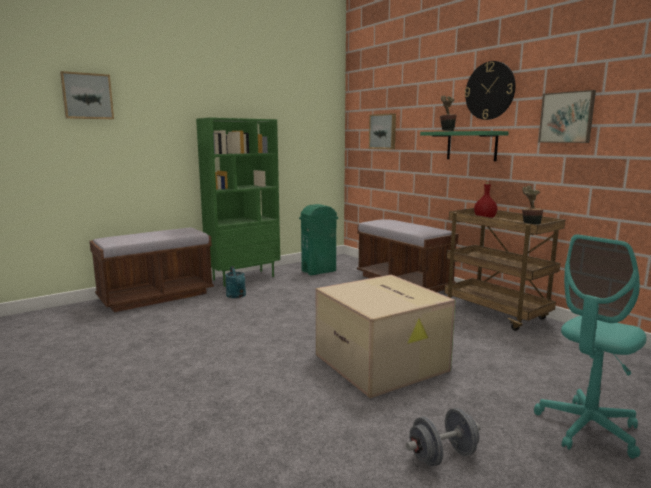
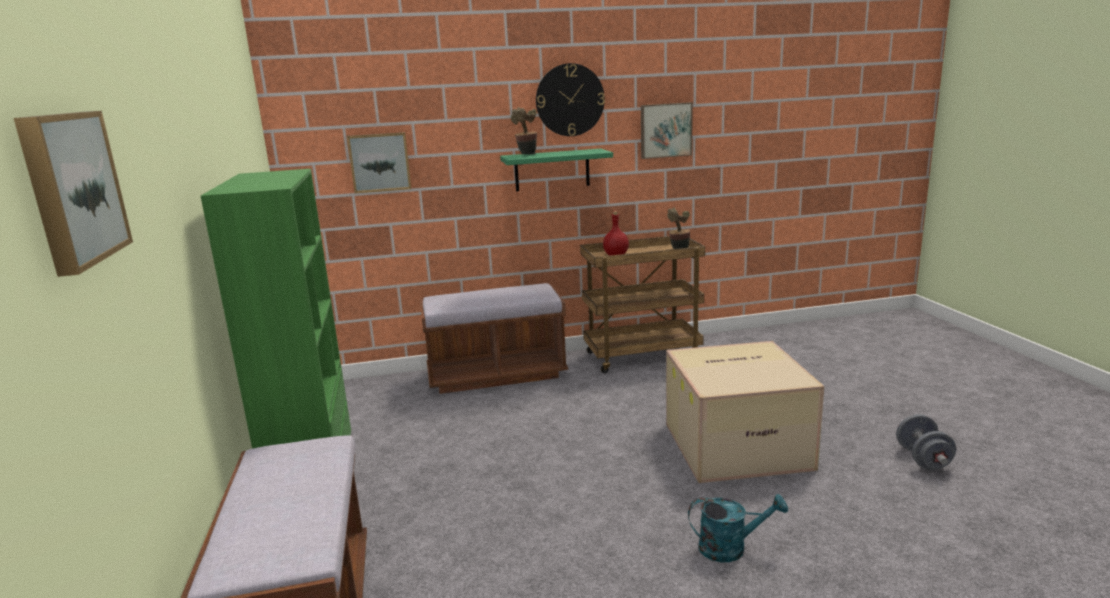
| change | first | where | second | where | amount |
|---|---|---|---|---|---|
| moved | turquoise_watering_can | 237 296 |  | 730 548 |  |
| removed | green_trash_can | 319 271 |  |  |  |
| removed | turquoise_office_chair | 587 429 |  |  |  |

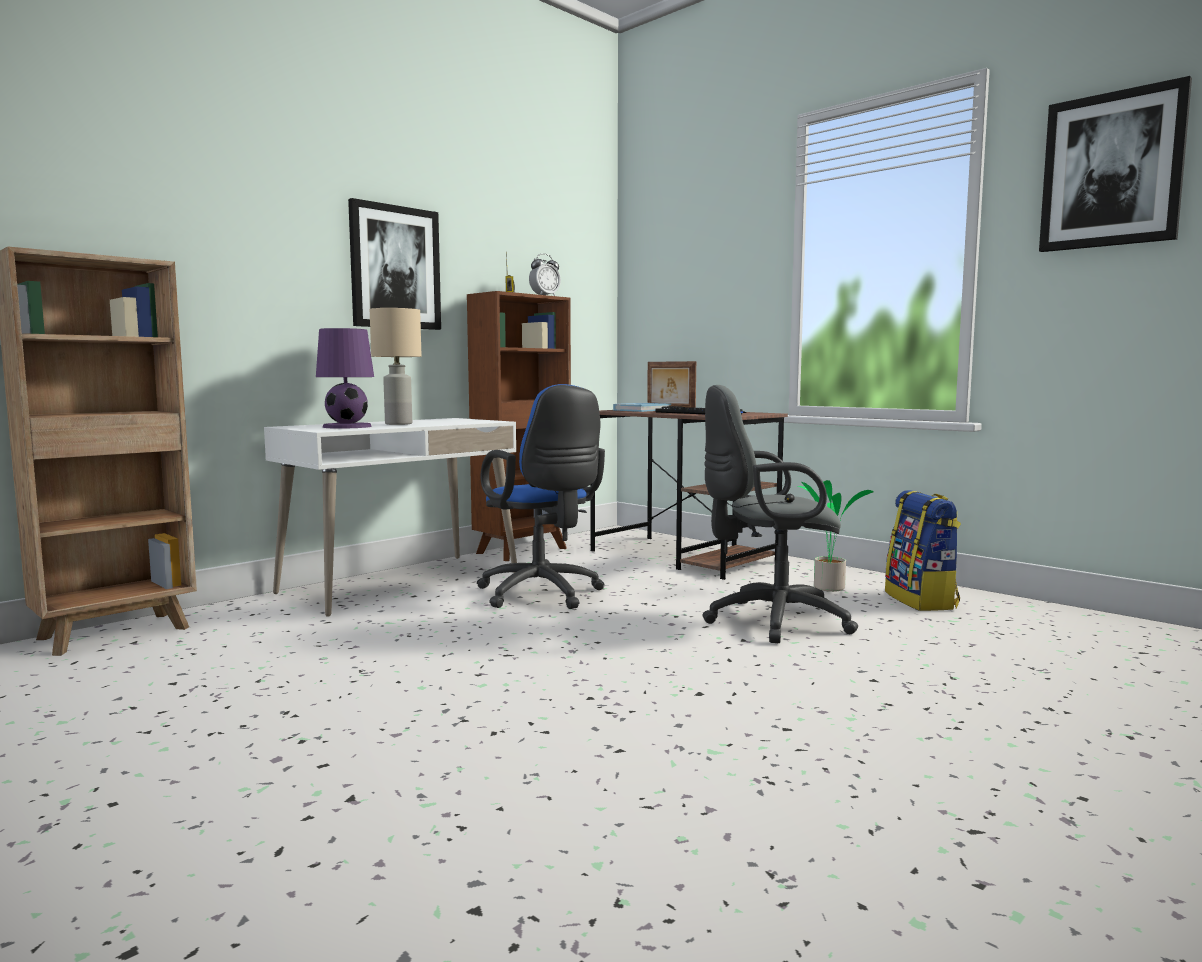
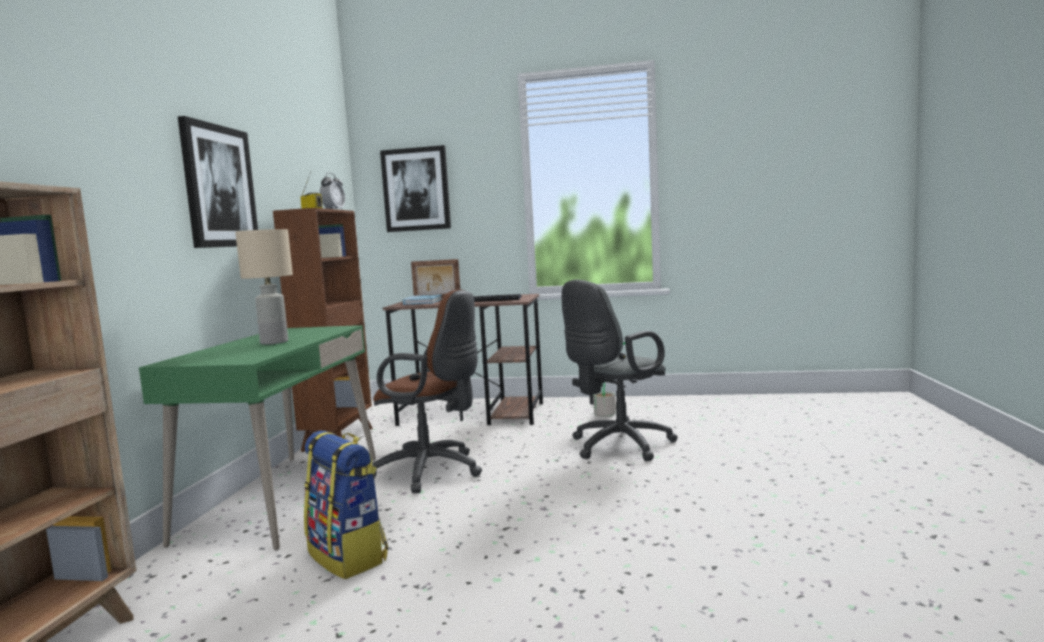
| change | first | where | second | where | amount |
|---|---|---|---|---|---|
| recoloured | white_desk | 401 583 | green_desk | 284 497 |  |
| removed | purple_table_lamp | 346 426 |  |  |  |
| recoloured | blue_office_chair | 543 595 | brown_office_chair | 433 472 |  |
| moved | backpack | 922 601 |  | 349 556 |  |
| moved | picture | 1112 170 |  | 416 189 |  |

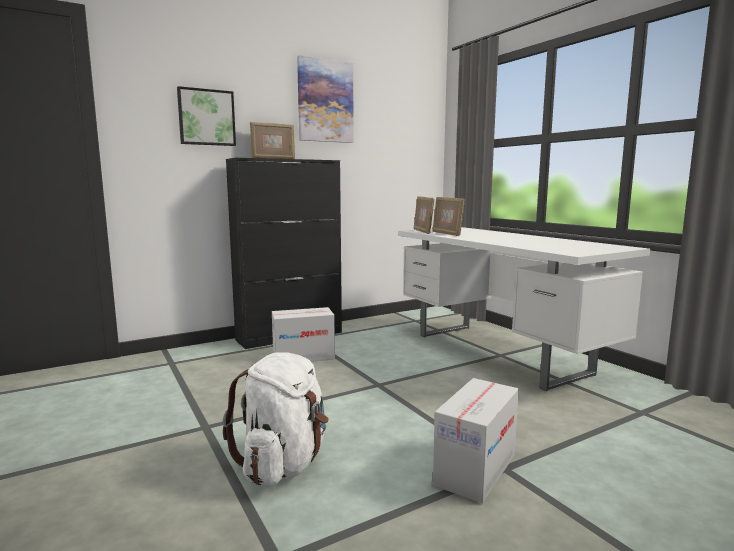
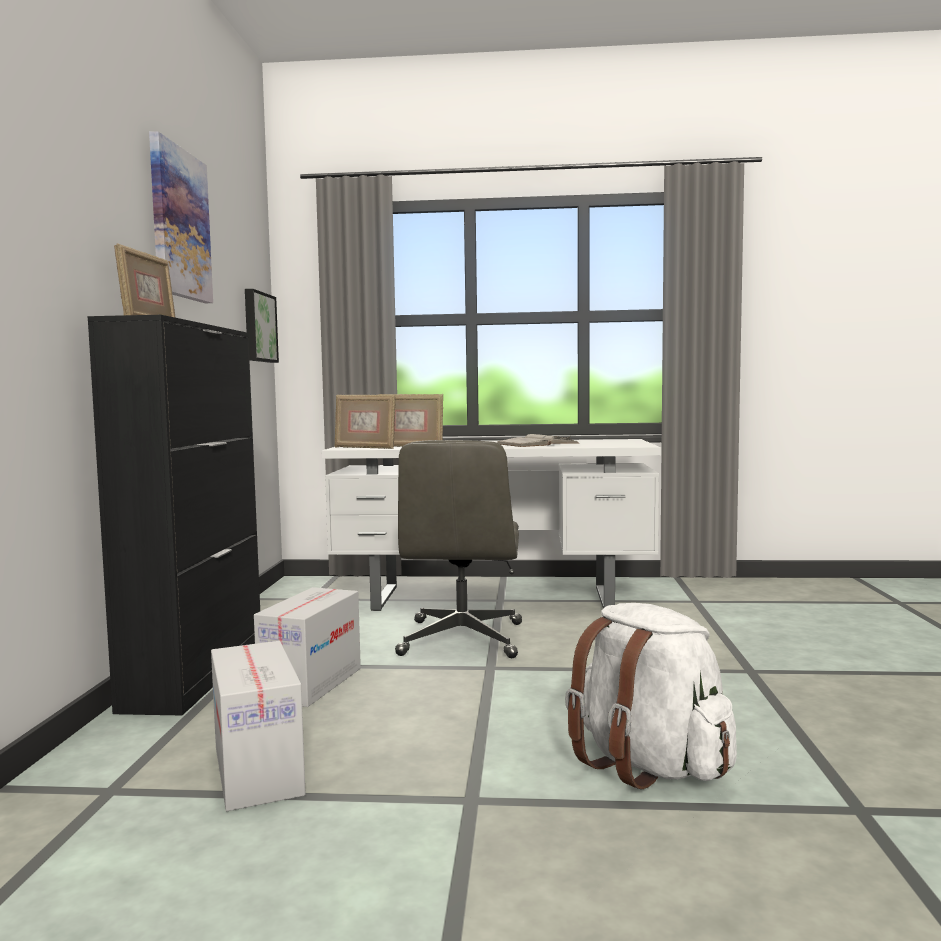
| change | first | where | second | where | amount |
|---|---|---|---|---|---|
| moved | picture | 206 117 |  | 258 327 |  |
| moved | cardboard_box | 475 469 |  | 258 770 |  |
| added |  |  | grey_office_chair | 462 640 |  |
| added |  |  | white_book | 537 444 |  |

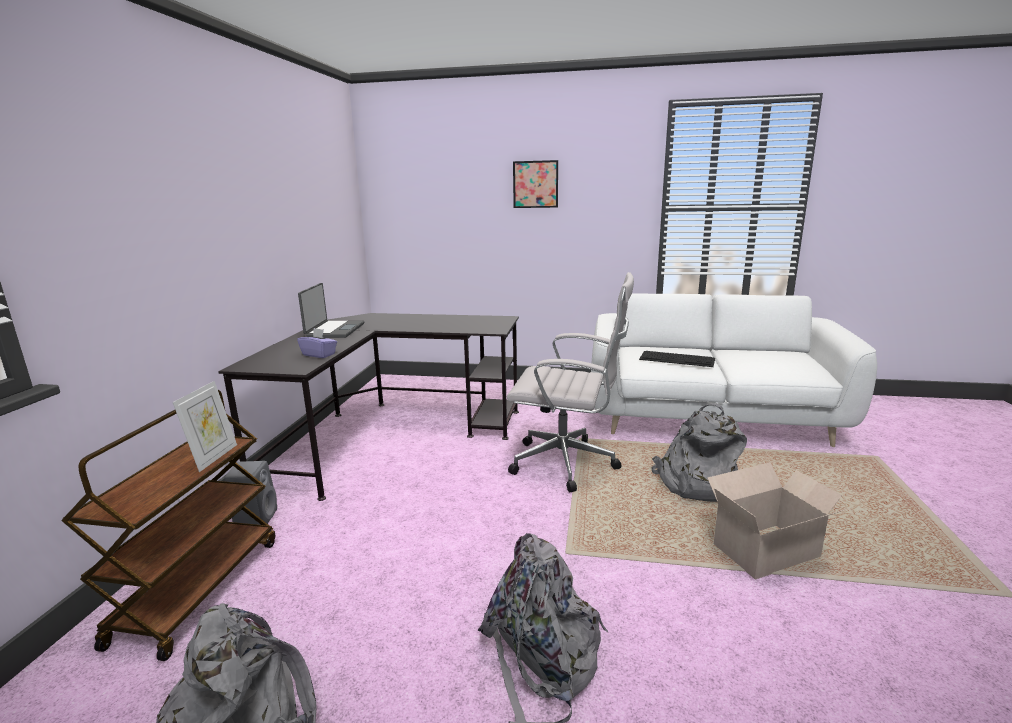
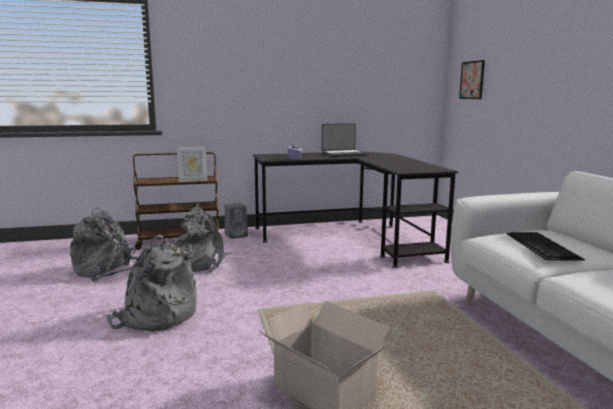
| change | first | where | second | where | amount |
|---|---|---|---|---|---|
| removed | white_office_chair | 568 464 |  |  |  |
| moved | picture | 535 184 |  | 472 80 |  |
| moved | grey_backpack | 695 483 |  | 201 263 |  |

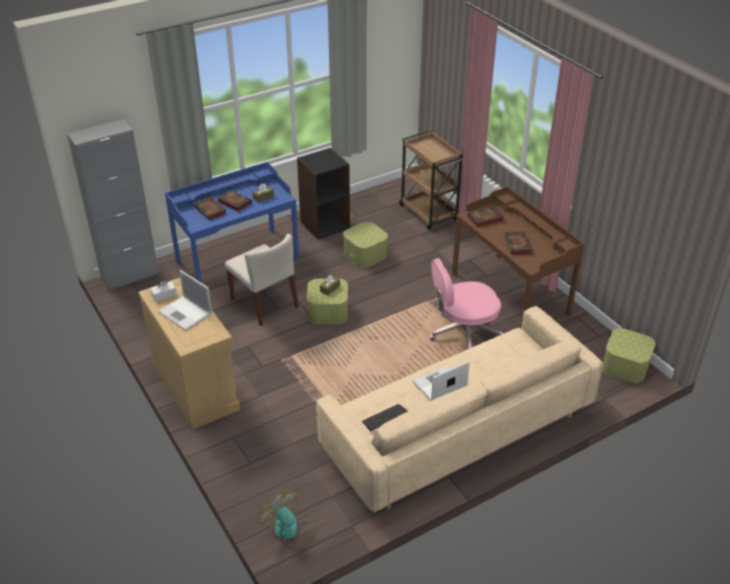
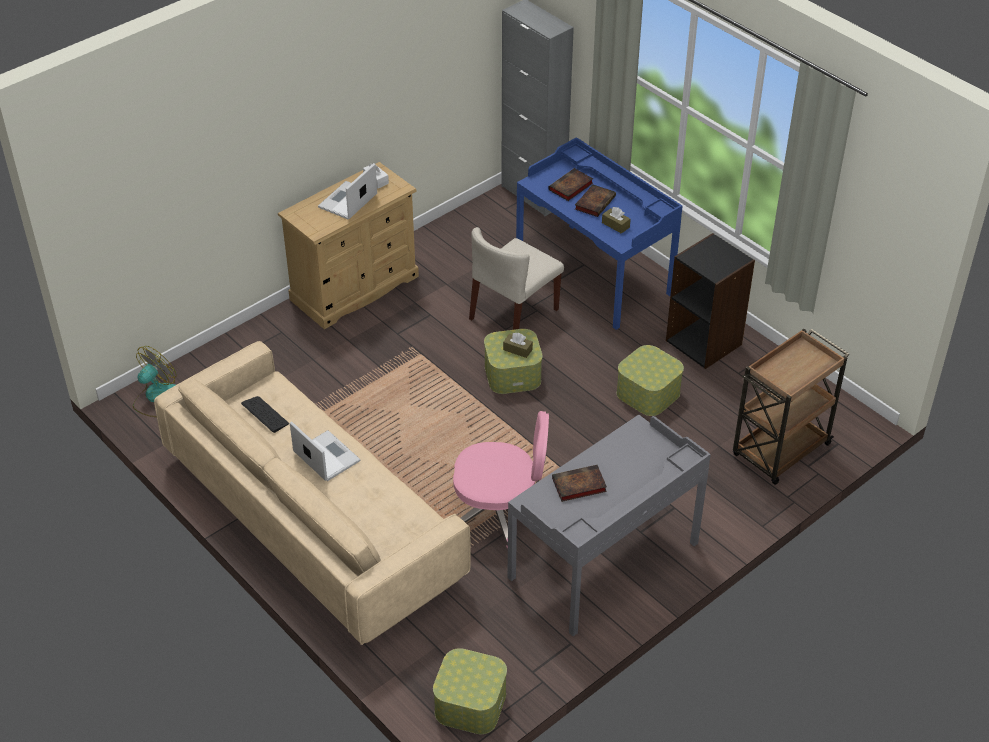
| change | first | where | second | where | amount |
|---|---|---|---|---|---|
| turned | pink_office_chair | 463 333 |  | 500 513 | 120 degrees clockwise |
| recoloured | brown_desk | 510 293 | grey_desk | 604 561 |  |
| removed | book | 485 219 |  |  |  |

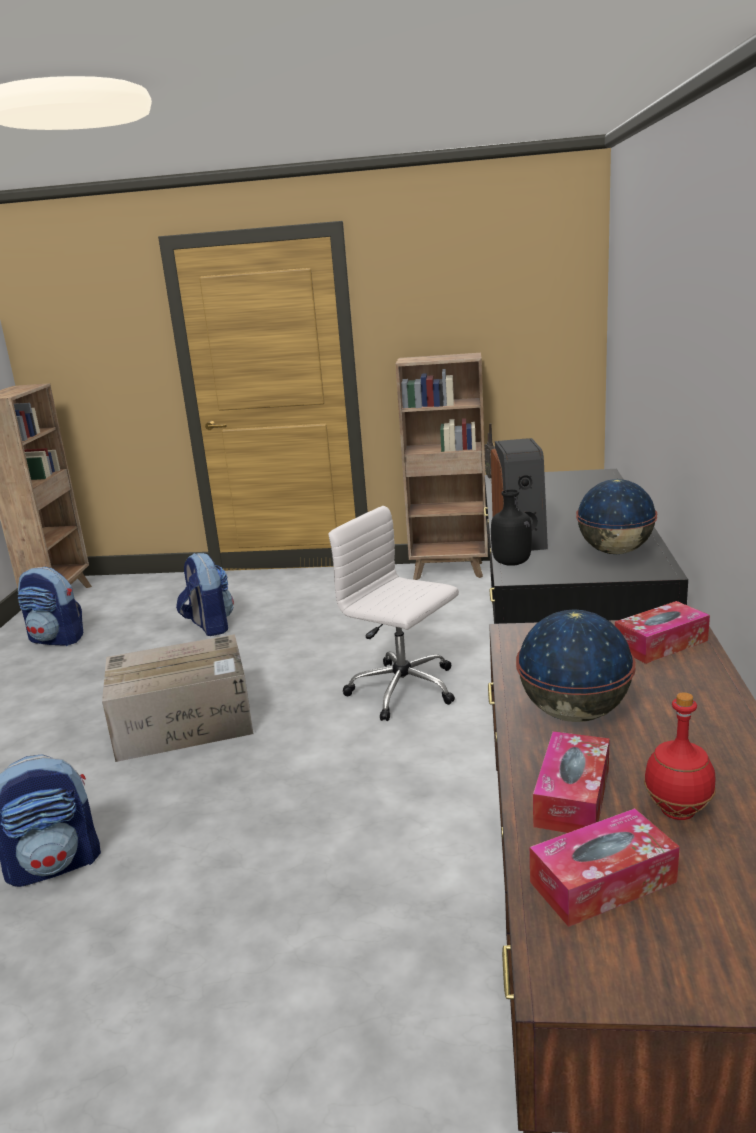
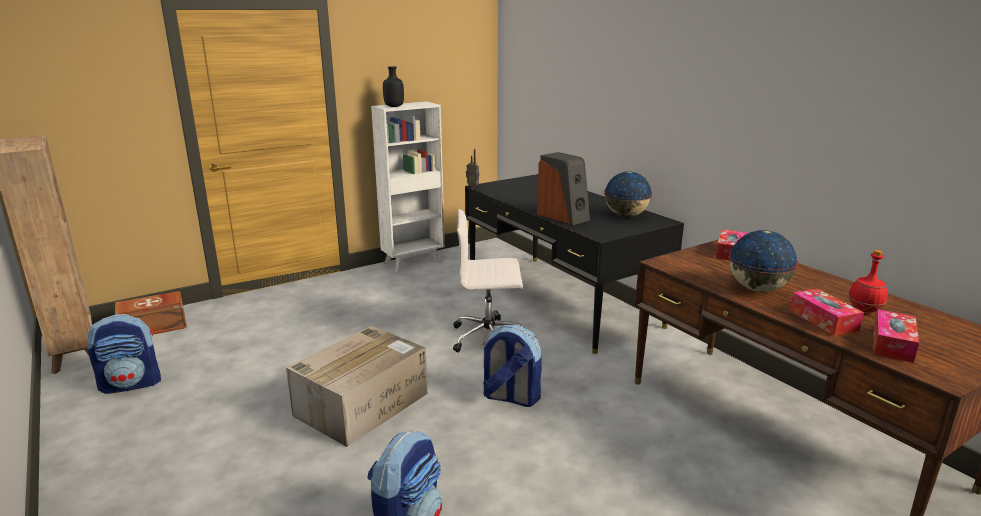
| change | first | where | second | where | amount |
|---|---|---|---|---|---|
| moved | backpack | 209 626 |  | 510 397 |  |
| recoloured | brown_bookcase | 450 571 | white_bookcase | 414 262 |  |
| moved | black_bottle | 512 563 |  | 394 106 |  |
| added |  |  | brown_storage_box | 155 328 |  |

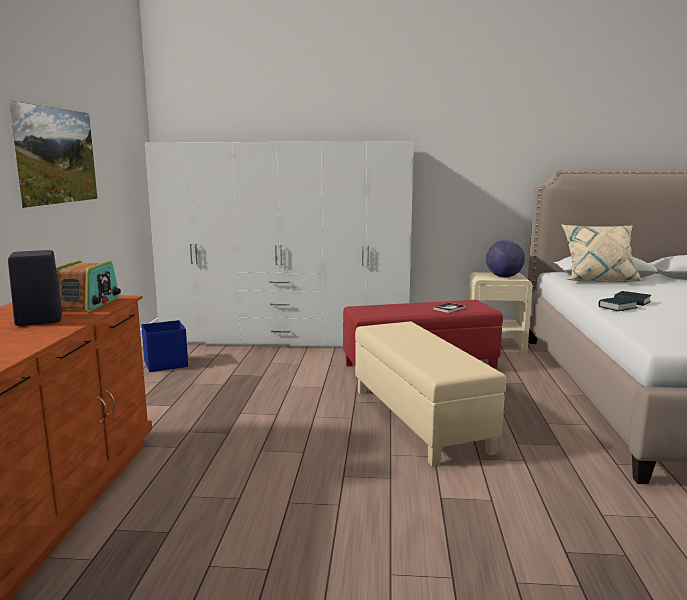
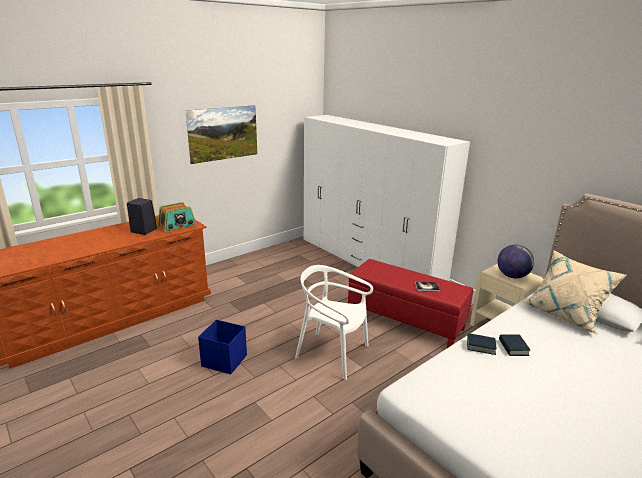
| change | first | where | second | where | amount |
|---|---|---|---|---|---|
| moved | blue_storage_box | 165 364 |  | 224 360 |  |
| replaced | beige_ottoman | 418 419 | white_chair | 332 354 |  |

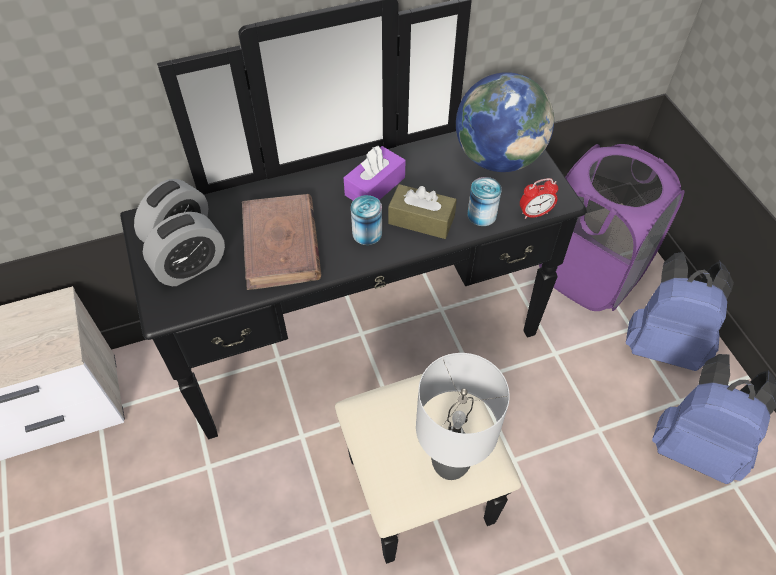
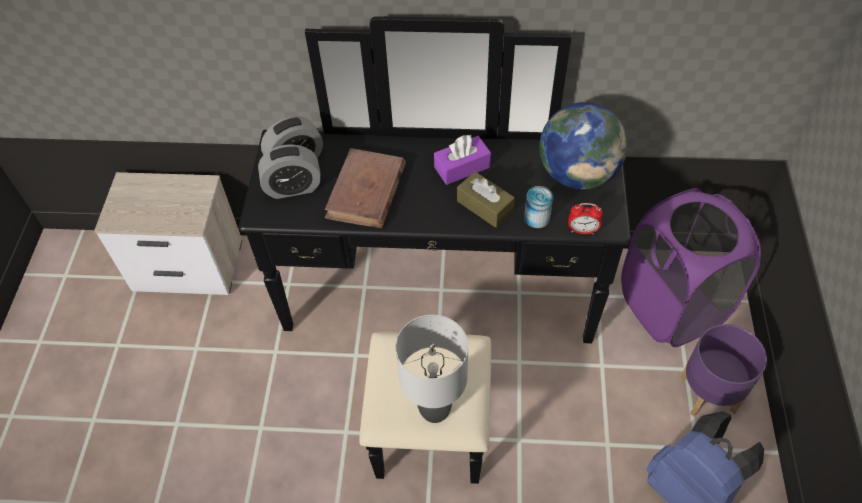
| change | first | where | second | where | amount |
|---|---|---|---|---|---|
| removed | can | 367 233 |  |  |  |
| replaced | blue_backpack | 663 344 | purple_planter | 708 393 |  |

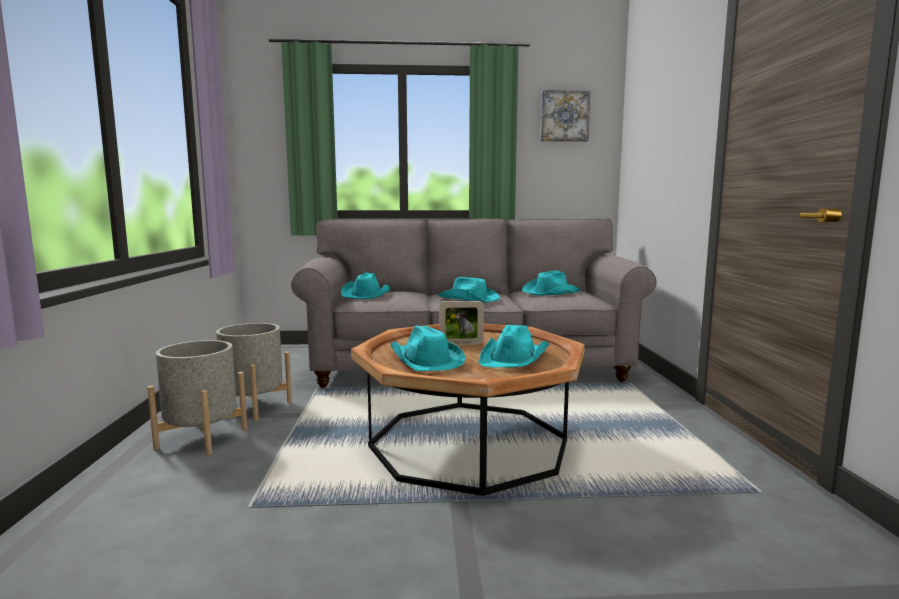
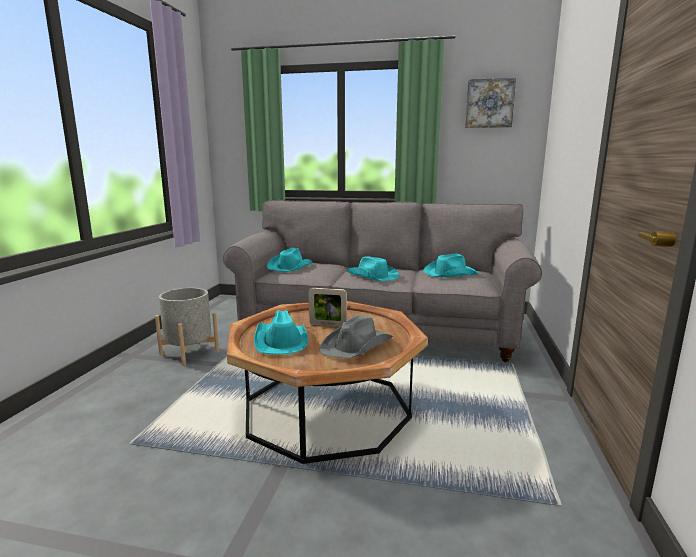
| change | first | where | second | where | amount |
|---|---|---|---|---|---|
| removed | grey_planter | 202 438 |  |  |  |
| recoloured | turquoise_hat | 514 358 | grey_hat | 357 345 |  |

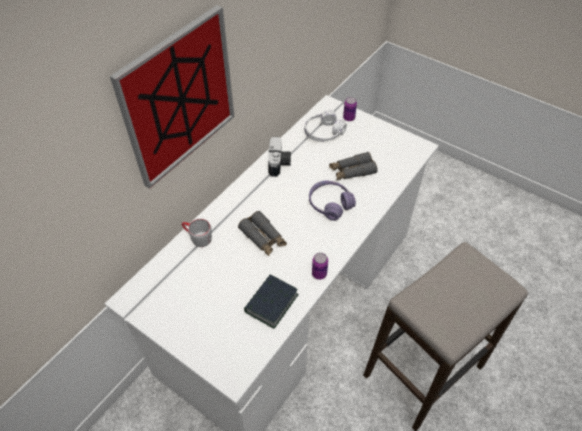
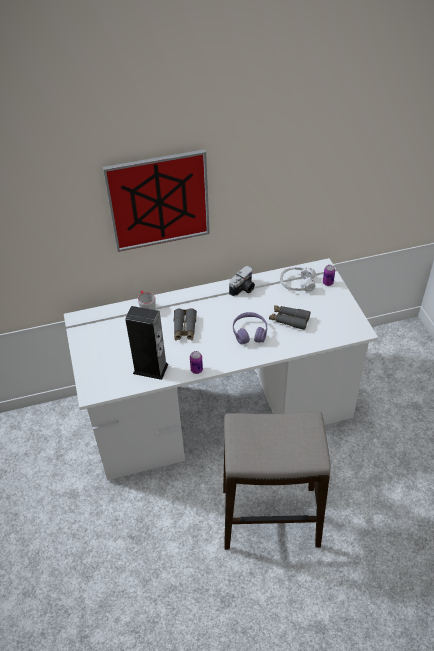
| change | first | where | second | where | amount |
|---|---|---|---|---|---|
| replaced | book | 271 303 | speaker | 150 369 |  |

